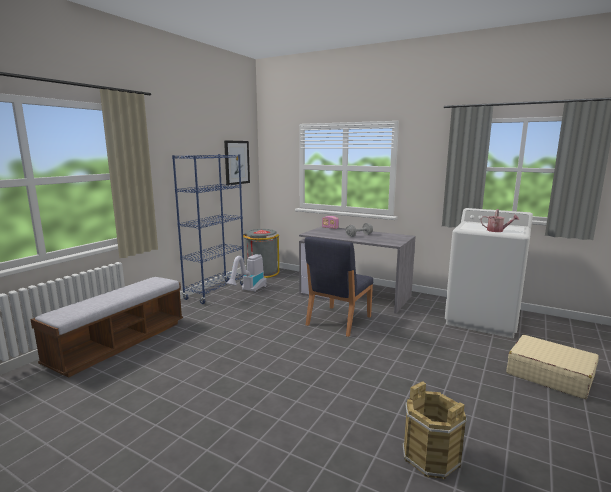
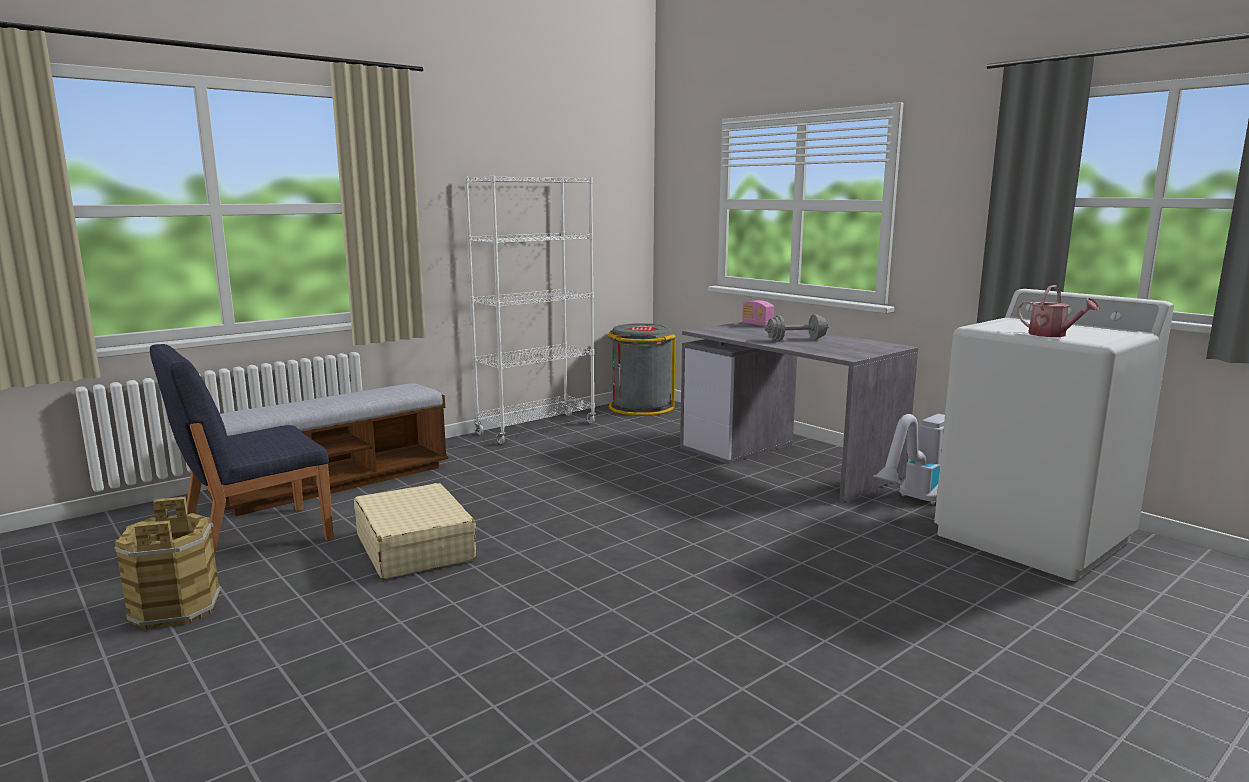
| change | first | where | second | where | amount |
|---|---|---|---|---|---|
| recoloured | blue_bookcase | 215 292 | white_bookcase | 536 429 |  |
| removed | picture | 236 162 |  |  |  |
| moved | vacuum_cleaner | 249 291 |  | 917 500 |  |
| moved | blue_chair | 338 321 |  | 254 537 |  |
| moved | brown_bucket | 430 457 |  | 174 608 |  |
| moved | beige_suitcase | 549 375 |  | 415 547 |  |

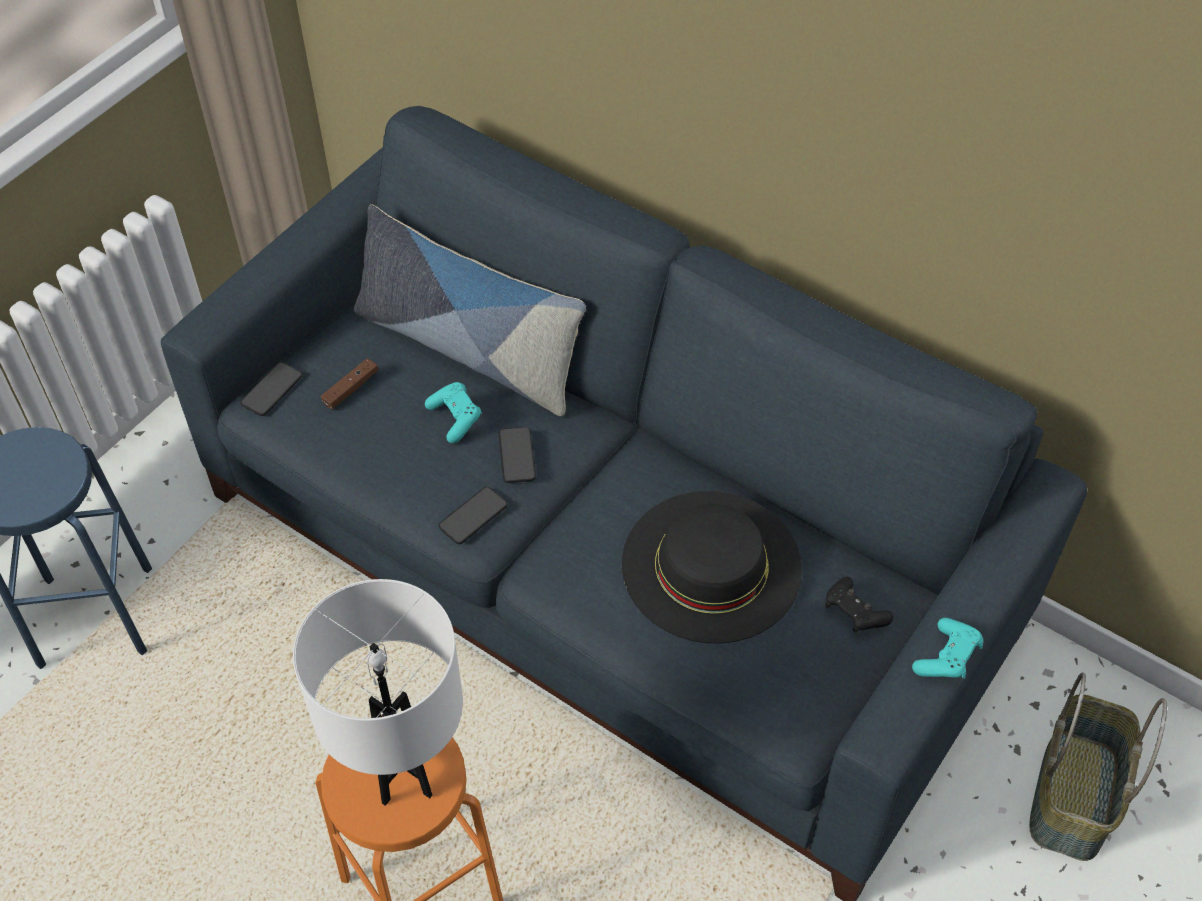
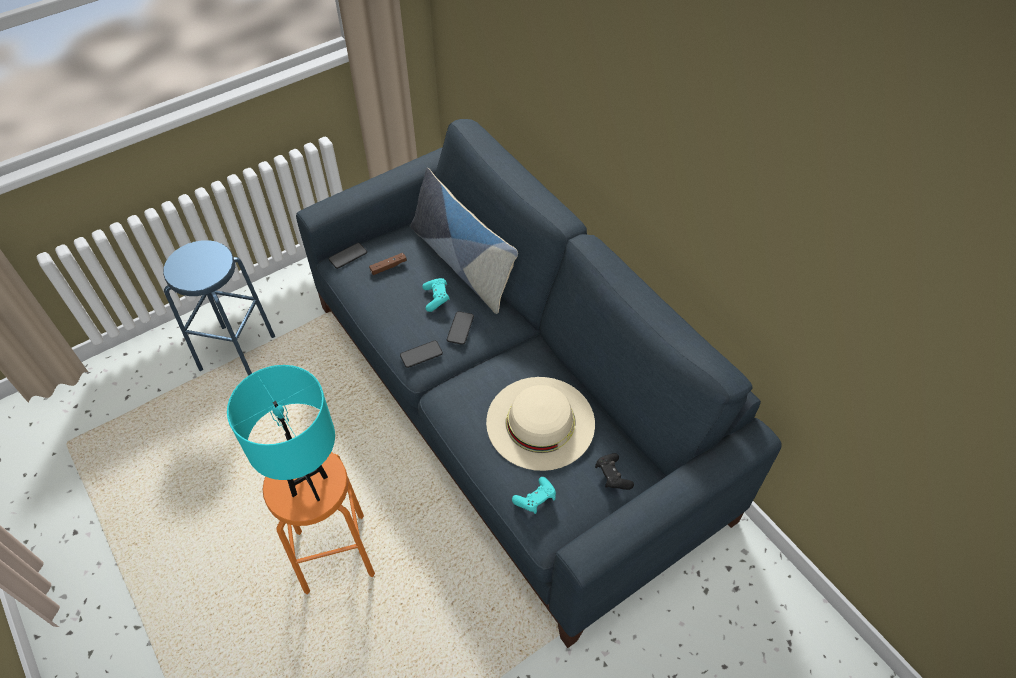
| change | first | where | second | where | amount |
|---|---|---|---|---|---|
| recoloured | white_table_lamp | 405 779 | turquoise_table_lamp | 310 486 |  |
| recoloured | black_hat | 711 565 | beige_hat | 540 422 |  |
| moved | turquoise_game_controller | 947 658 |  | 535 499 |  |
| removed | basket | 1075 797 |  |  |  |

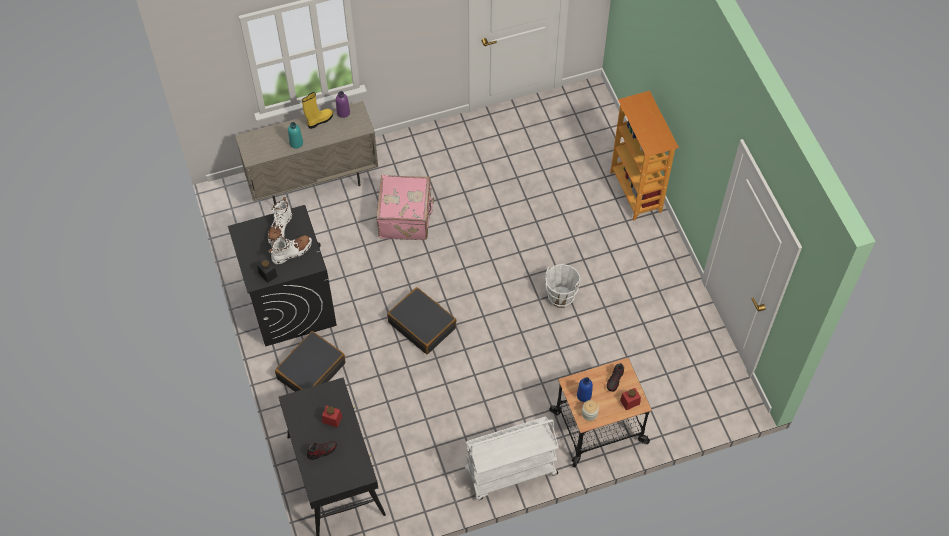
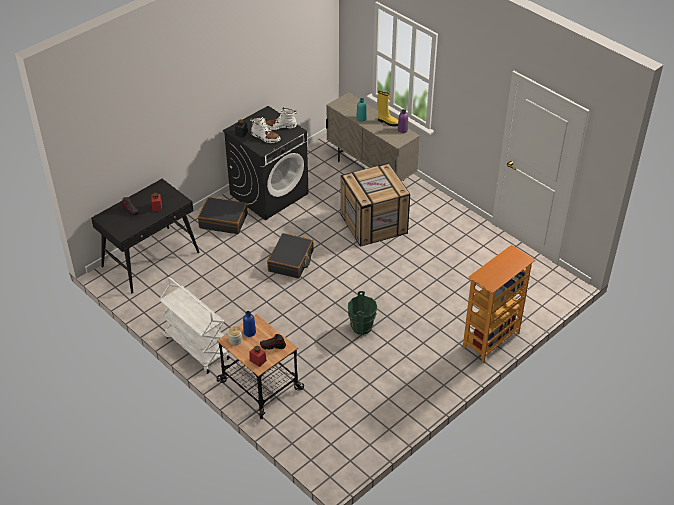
| change | first | where | second | where | amount |
|---|---|---|---|---|---|
| replaced | pink_suitcase | 406 218 | crate | 374 223 |  |
| recoloured | white_bucket | 561 297 | green_bucket | 362 327 |  |

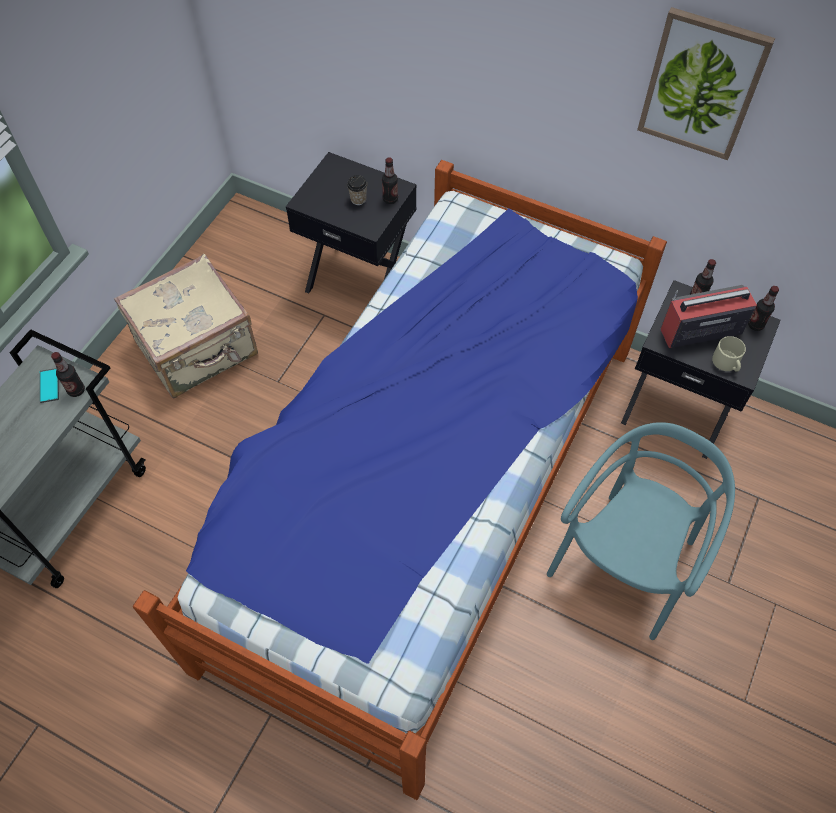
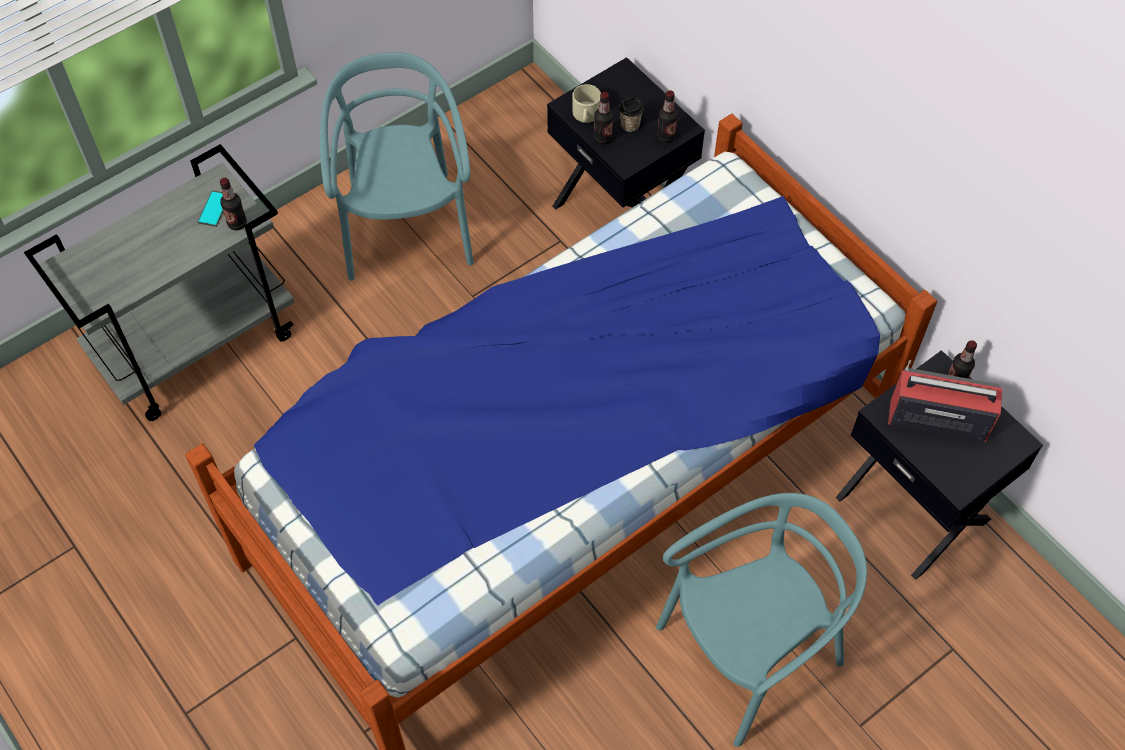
| change | first | where | second | where | amount |
|---|---|---|---|---|---|
| replaced | beige_suitcase | 198 349 | turquoise_chair | 405 227 |  |
| removed | picture | 702 85 |  |  |  |
| moved | beige_mug | 727 363 |  | 586 115 |  |
| moved | bottle | 755 325 |  | 603 138 |  |

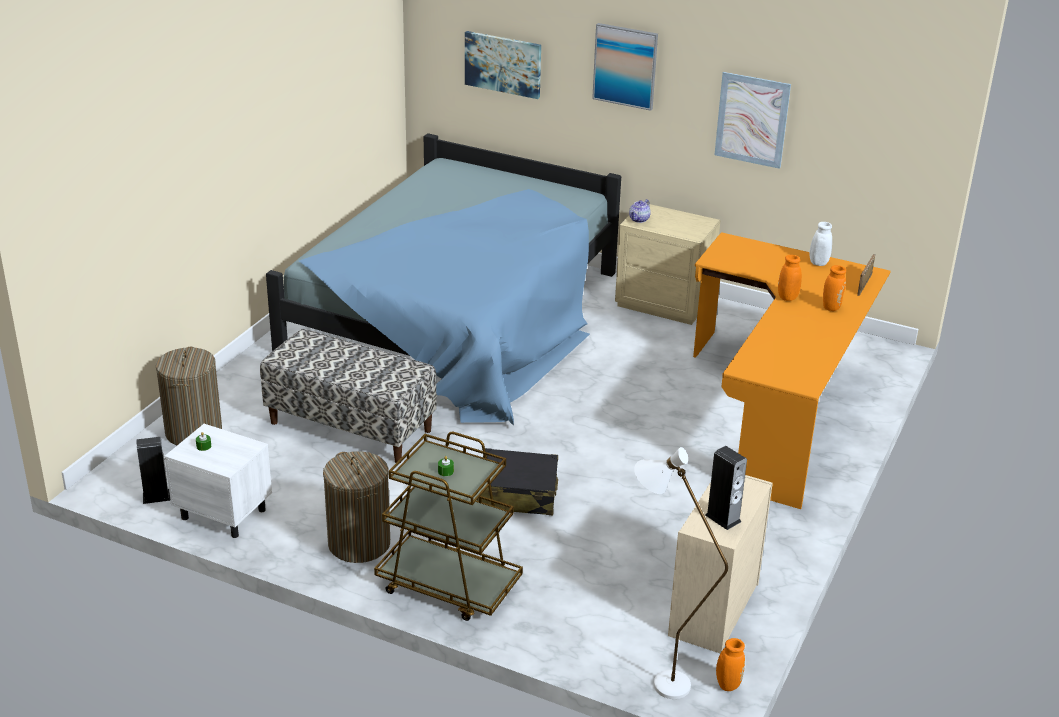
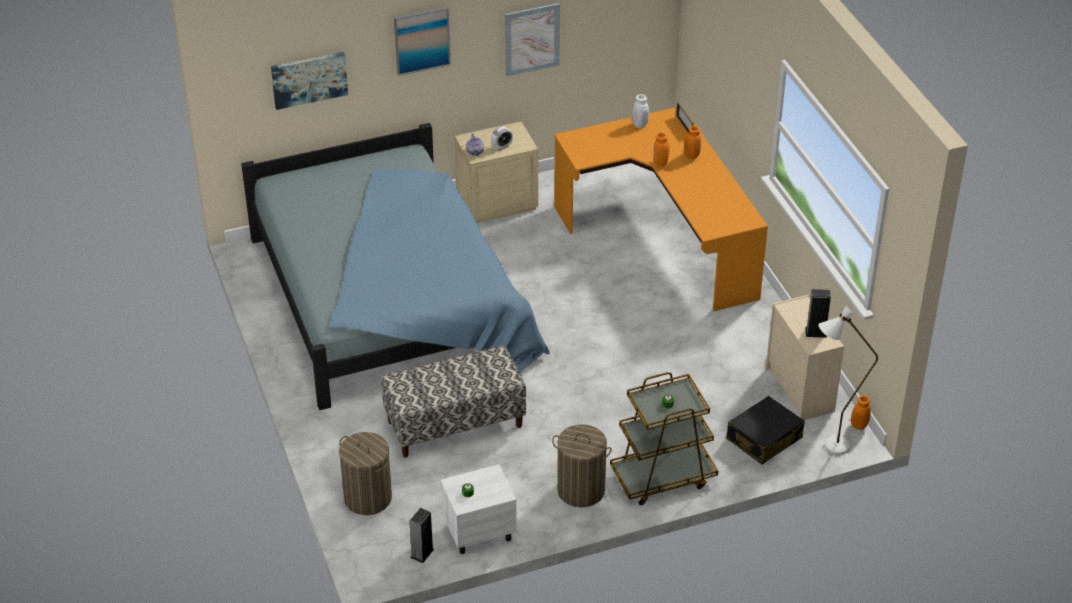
| change | first | where | second | where | amount |
|---|---|---|---|---|---|
| moved | black_suitcase | 517 494 |  | 763 439 |  |
| added |  |  | alarm_clock | 502 147 |  |

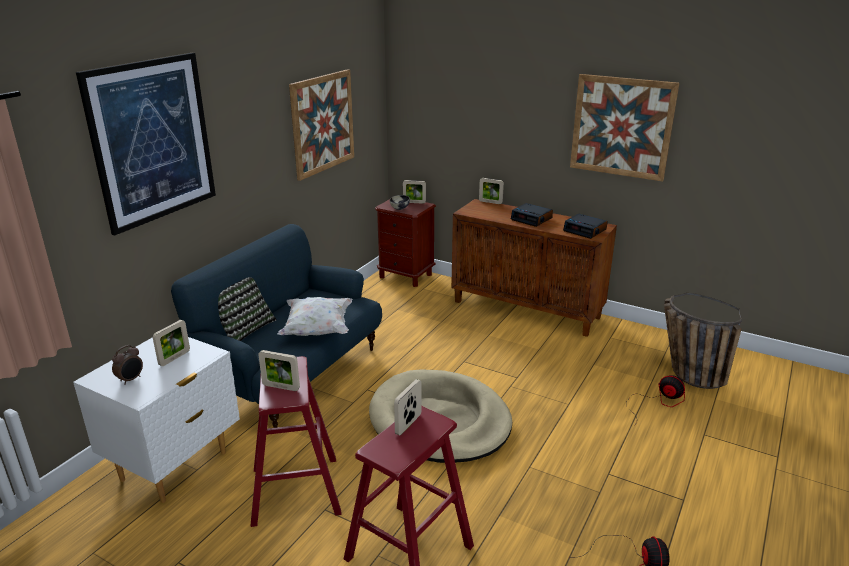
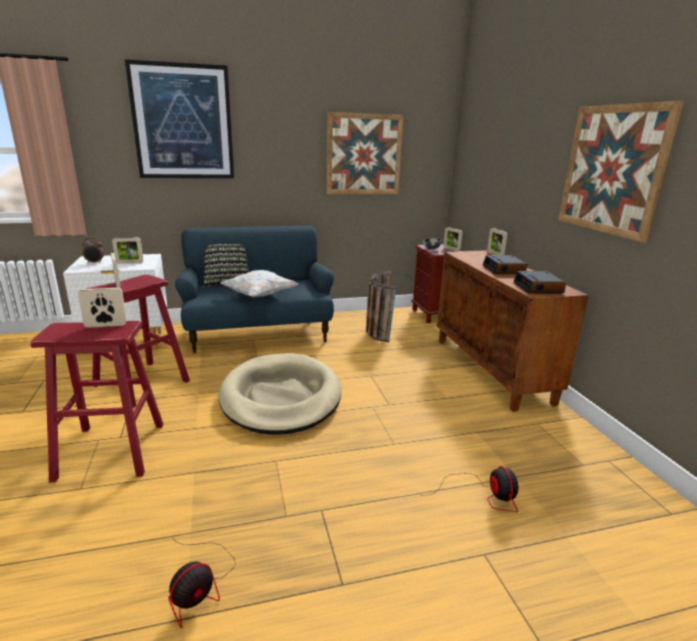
| change | first | where | second | where | amount |
|---|---|---|---|---|---|
| moved | basket | 685 373 |  | 380 331 |  |

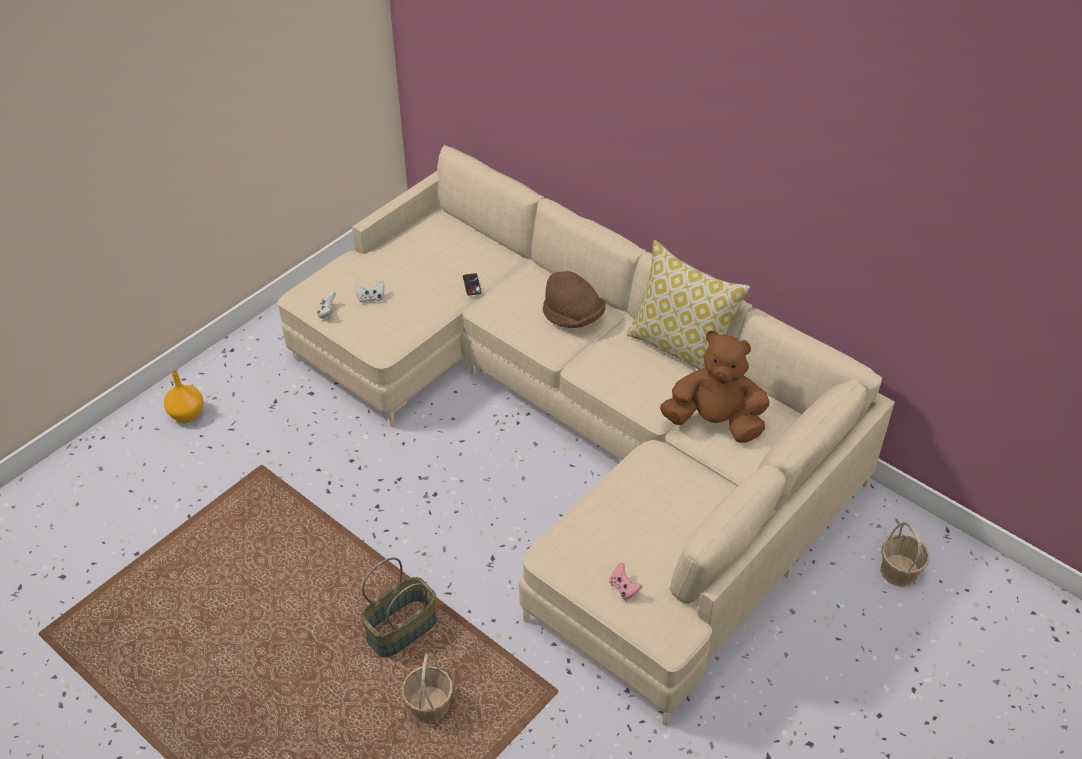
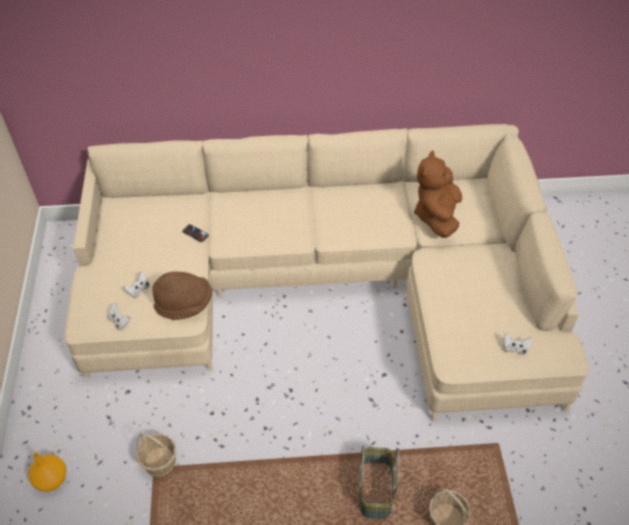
| change | first | where | second | where | amount |
|---|---|---|---|---|---|
| moved | brown_hat | 573 317 |  | 184 304 |  |
| recoloured | pink_game_controller | 623 588 | white_game_controller | 515 348 |  |
| removed | pillow | 681 348 |  |  |  |
| turned | brown_plush_toy | 714 422 |  | 437 216 | 45 degrees counterclockwise |
| moved | basket | 899 571 |  | 160 462 |  |

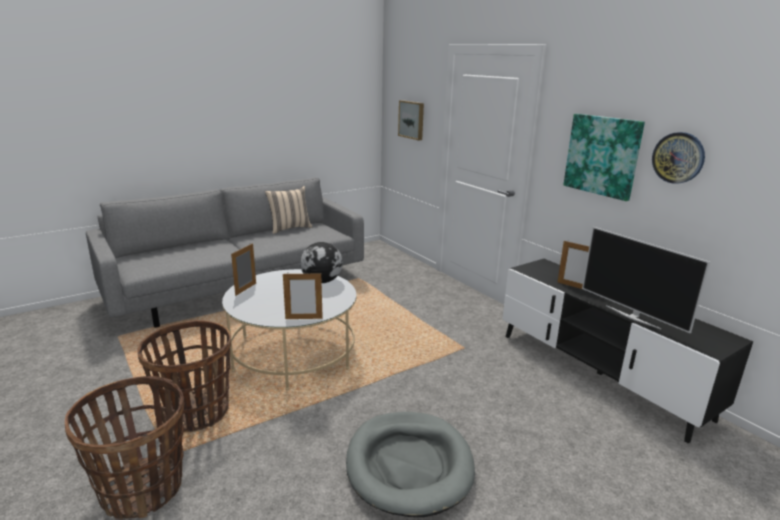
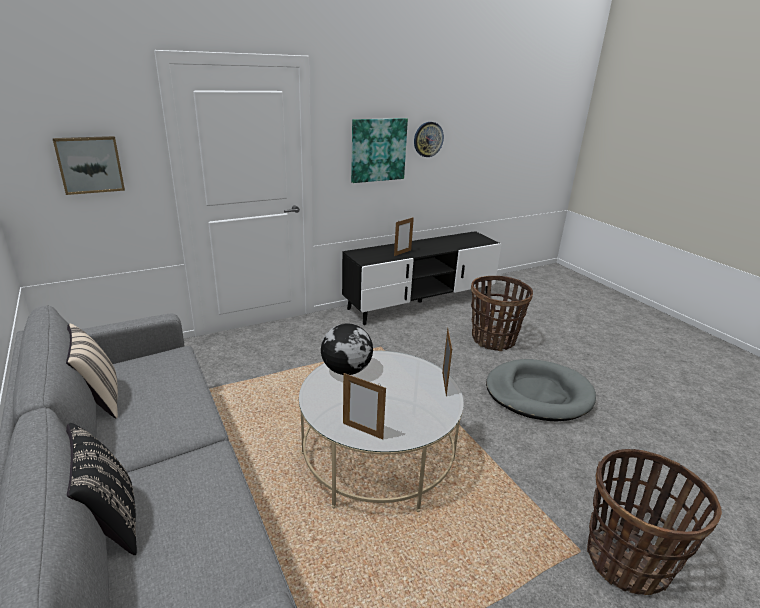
| change | first | where | second | where | amount |
|---|---|---|---|---|---|
| moved | basket | 195 413 |  | 493 339 |  |
| removed | television | 632 316 |  |  |  |
| added |  |  | black_pillow | 109 523 |  |

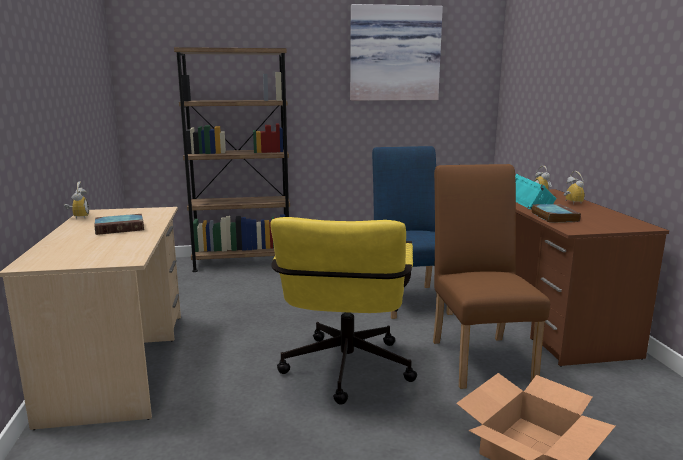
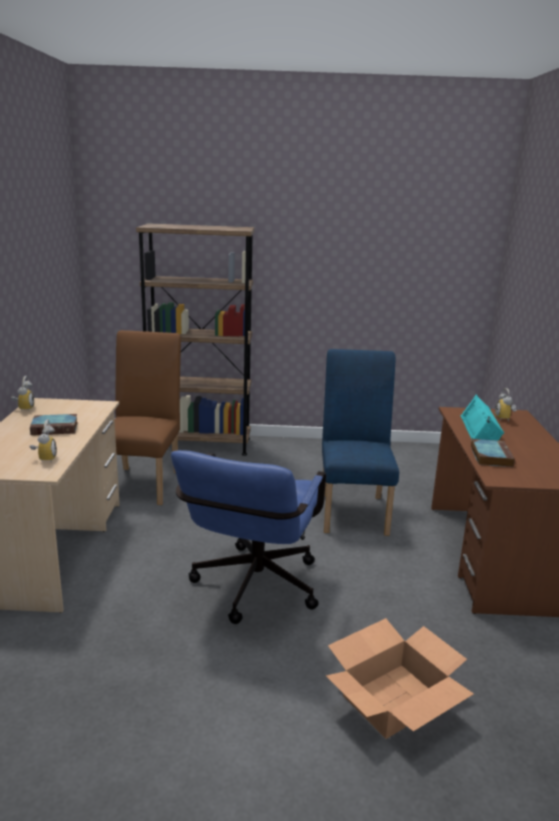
| change | first | where | second | where | amount |
|---|---|---|---|---|---|
| recoloured | yellow_office_chair | 345 373 | blue_office_chair | 252 590 |  |
| removed | picture | 394 54 |  |  |  |
| moved | brown_chair | 479 356 |  | 145 482 |  |
| moved | alarm_clock | 570 203 |  | 44 458 |  |

